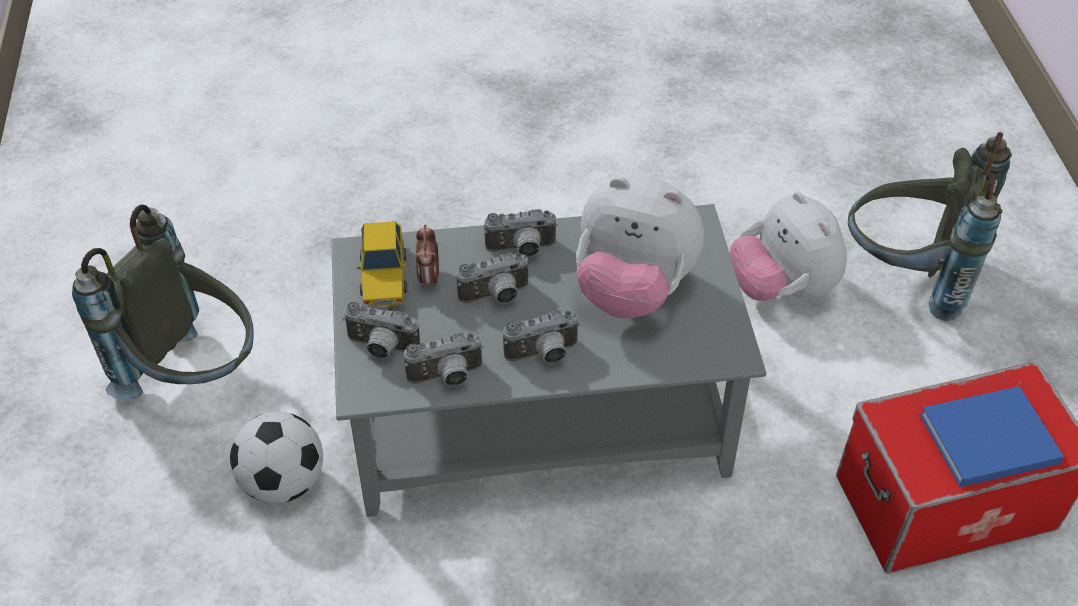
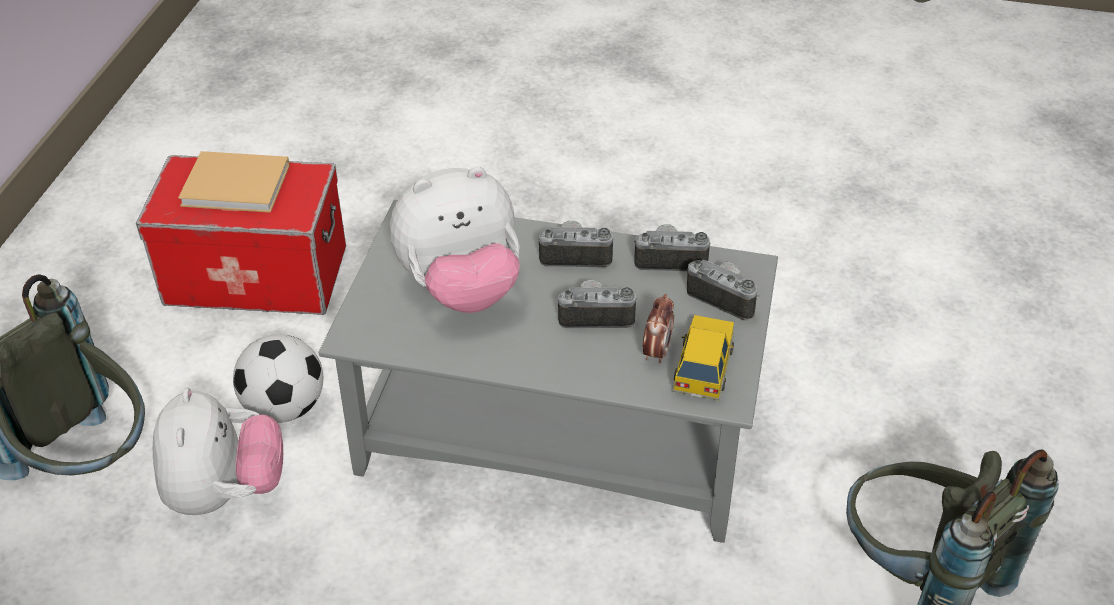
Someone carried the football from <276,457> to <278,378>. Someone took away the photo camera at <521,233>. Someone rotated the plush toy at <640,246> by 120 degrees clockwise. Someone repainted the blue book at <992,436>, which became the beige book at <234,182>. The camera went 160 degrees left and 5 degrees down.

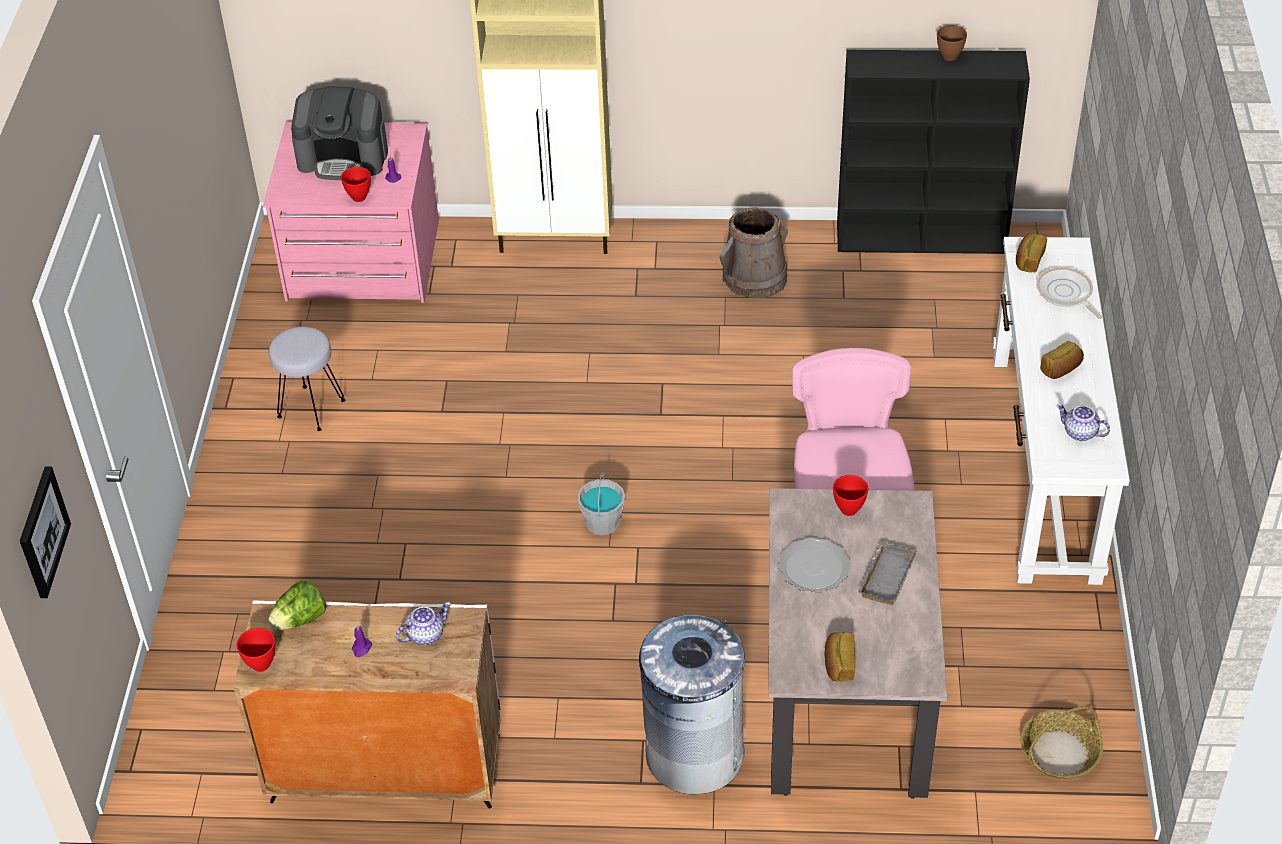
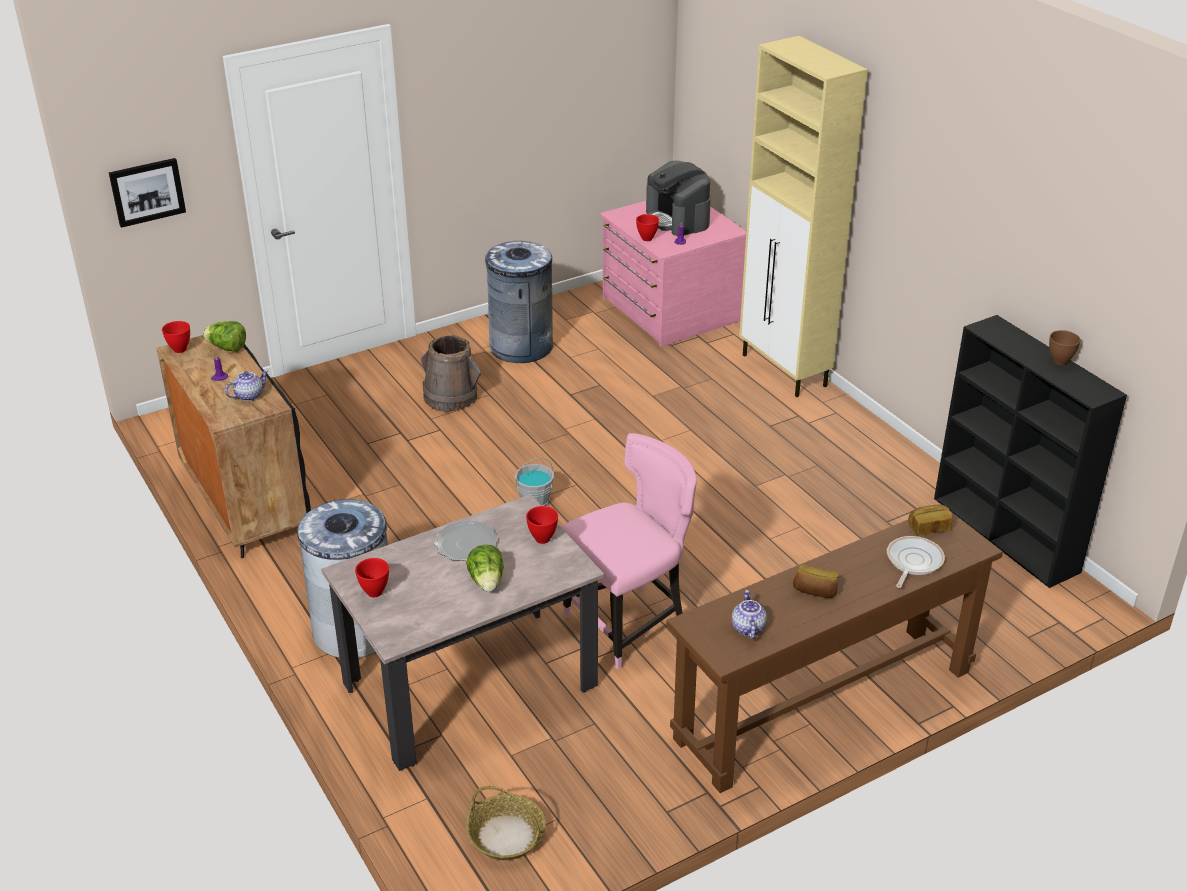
Someone repainted the white cabinet at <367,704>, which became the black cabinet at <233,446>. Someone swapped the grey stool at <307,379> for the grey trash can at <518,302>. Someone rotated the teapot at <423,623> by 60 degrees counterclockwise. Someone carried the brown bucket from <754,252> to <451,373>. Someone swapped the bread at <840,657> for the red bowl at <372,577>. Someone swapped the grey tray at <887,573> for the lettuce at <485,568>. Someone repainted the white console table at <1061,411>, which became the brown console table at <834,653>. The camera went 55 degrees right and 10 degrees down.

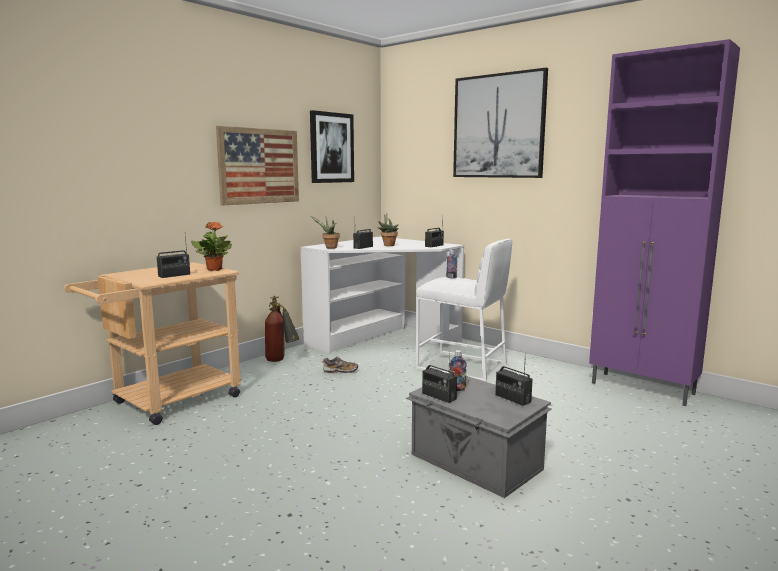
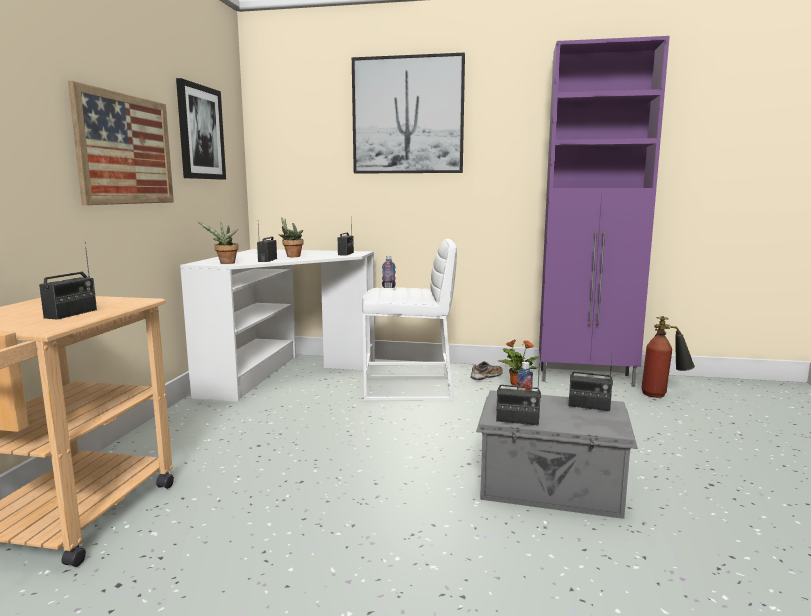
Someone carried the potted plant from <211,246> to <519,362>. Someone carried the fire extinguisher from <282,329> to <668,357>. Someone carried the shoe from <340,364> to <486,370>. The camera went 30 degrees left and 0 degrees up.

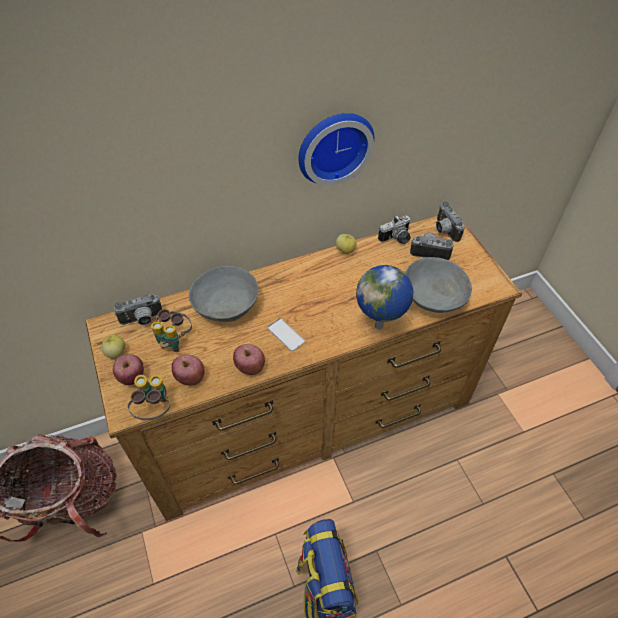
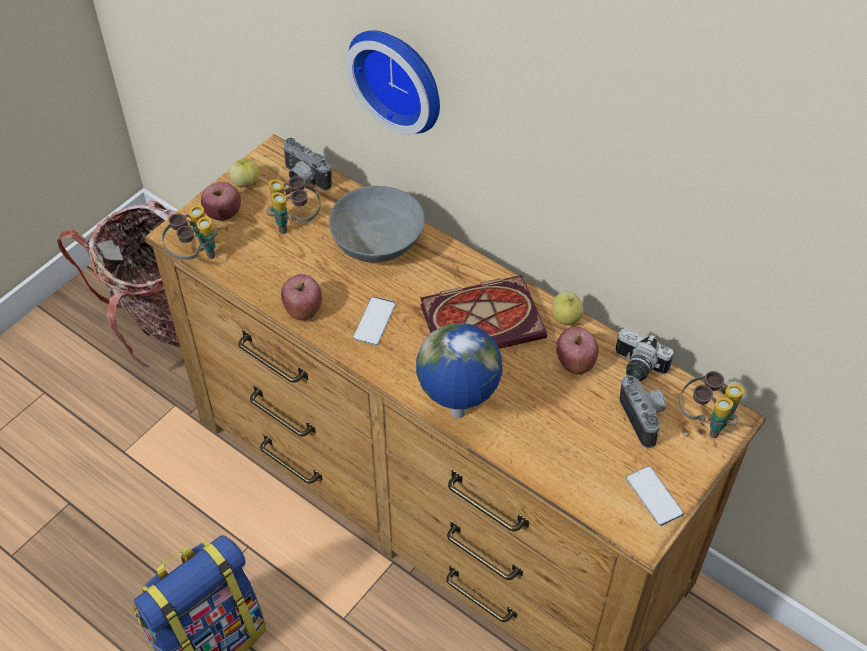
Someone carried the apple from <188,370> to <577,350>. Someone carried the wall clock from <336,149> to <393,82>. Someone took away the grey bowl at <438,285>. Someone swapped the photo camera at <450,221> for the binoculars at <711,404>. Someone put down the book at <483,312>. Someone put down the phone at <655,496>. The camera went 60 degrees right and 0 degrees up.

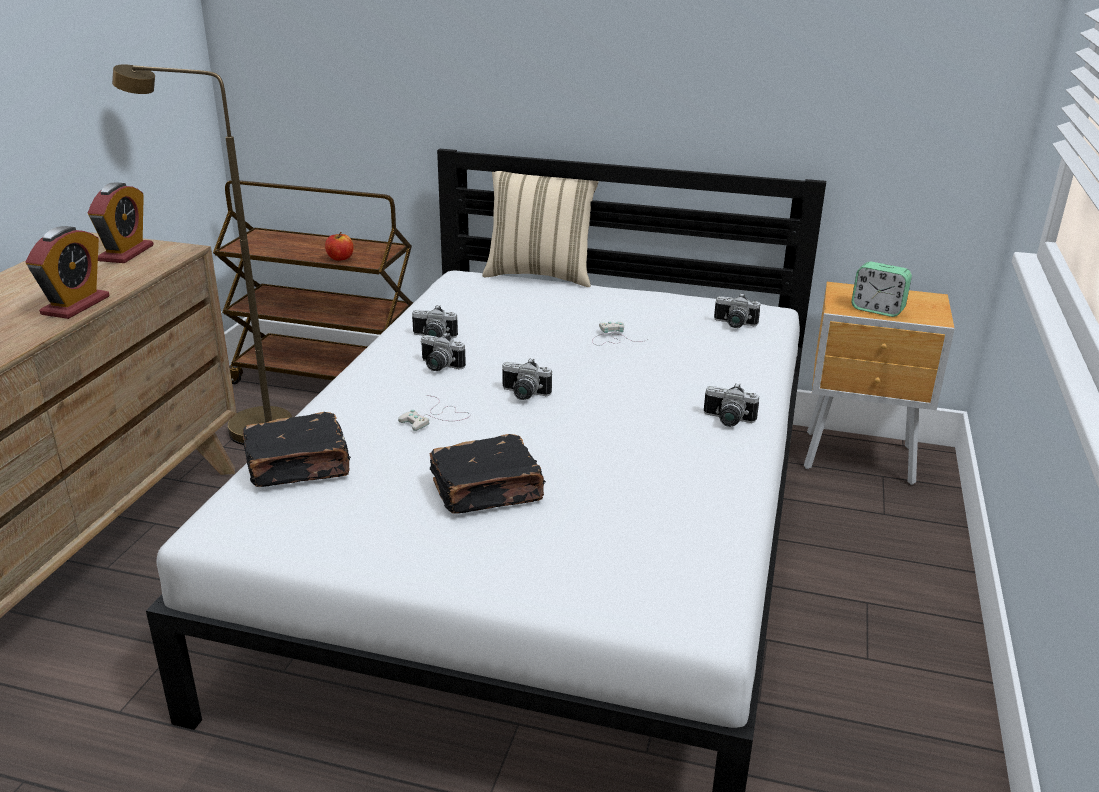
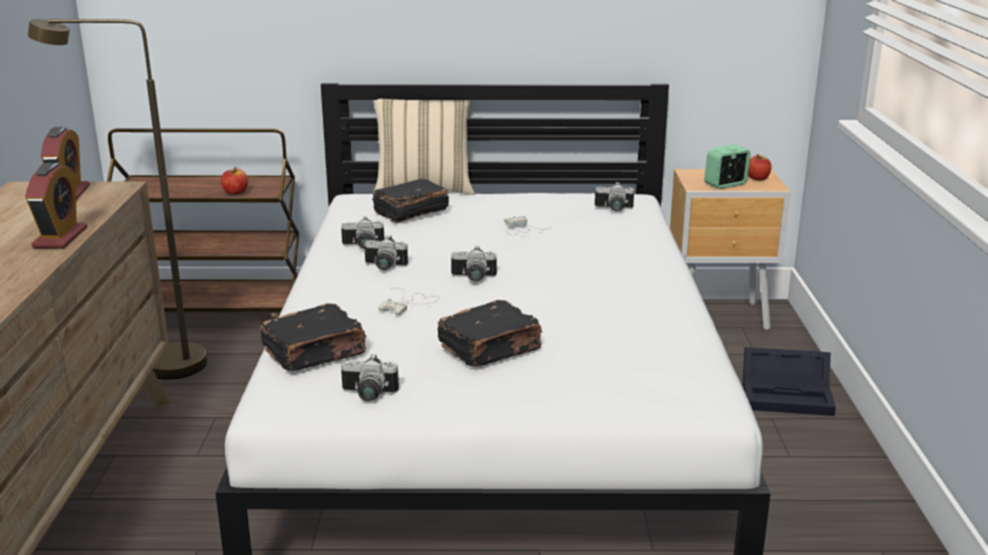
Someone carried the photo camera from <731,405> to <370,378>. Someone rotated the alarm clock at <881,289> by 135 degrees clockwise. Someone put down the black book at <410,201>. Someone put down the black storage box at <789,381>. Someone put down the apple at <760,167>. The camera went 15 degrees left and 5 degrees down.

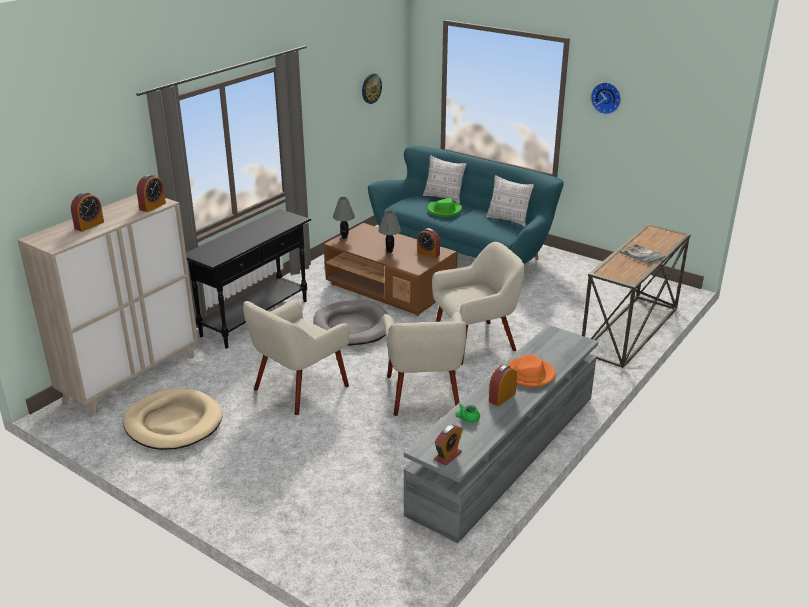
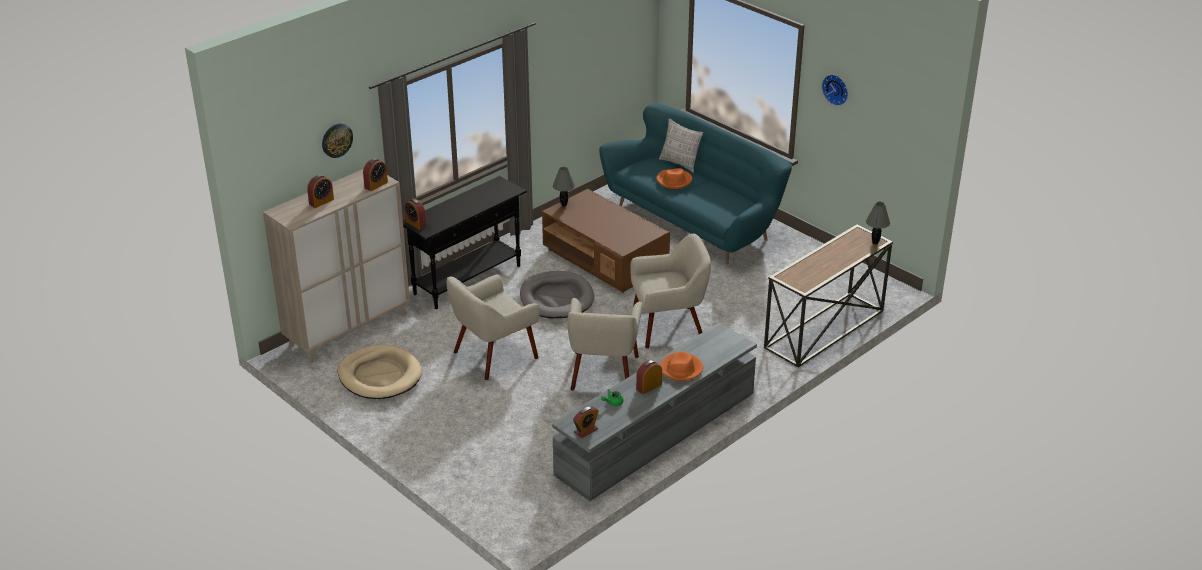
Someone carried the wall clock from <372,88> to <337,141>. Someone carried the grey table lamp from <389,231> to <878,223>. Someone carried the alarm clock from <428,243> to <415,214>. Someone repainted the green hat at <445,207>, which became the orange hat at <674,178>. Someone took away the pillow at <510,201>. Someone took away the book at <642,254>. The camera went 10 degrees right and 5 degrees up.

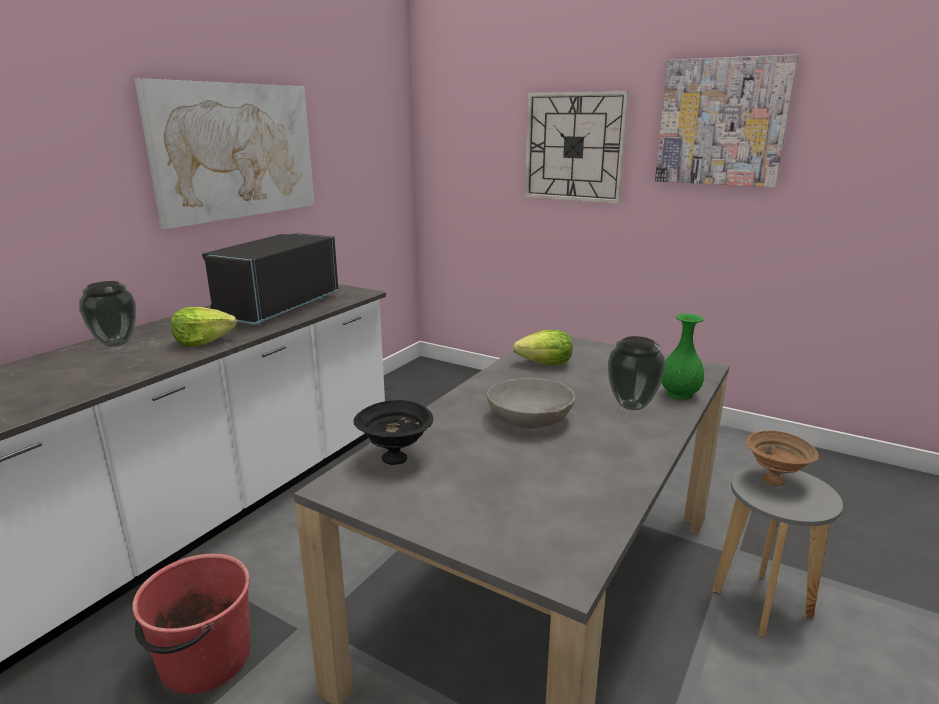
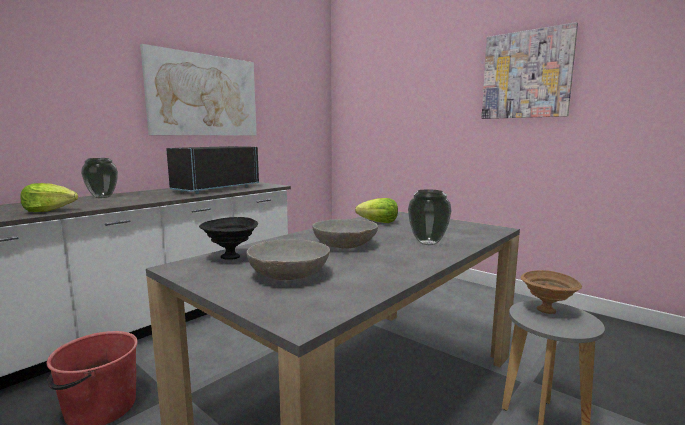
Someone carried the lettuce from <204,327> to <49,197>. Someone took away the wall clock at <577,147>. Someone took away the green vase at <682,357>. Someone put down the grey bowl at <288,259>. The camera went 10 degrees right and 10 degrees down.

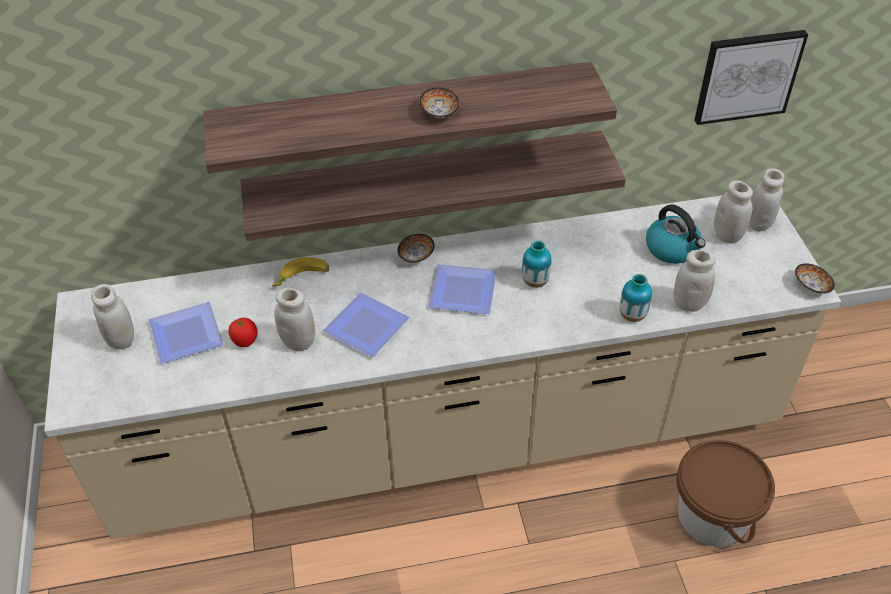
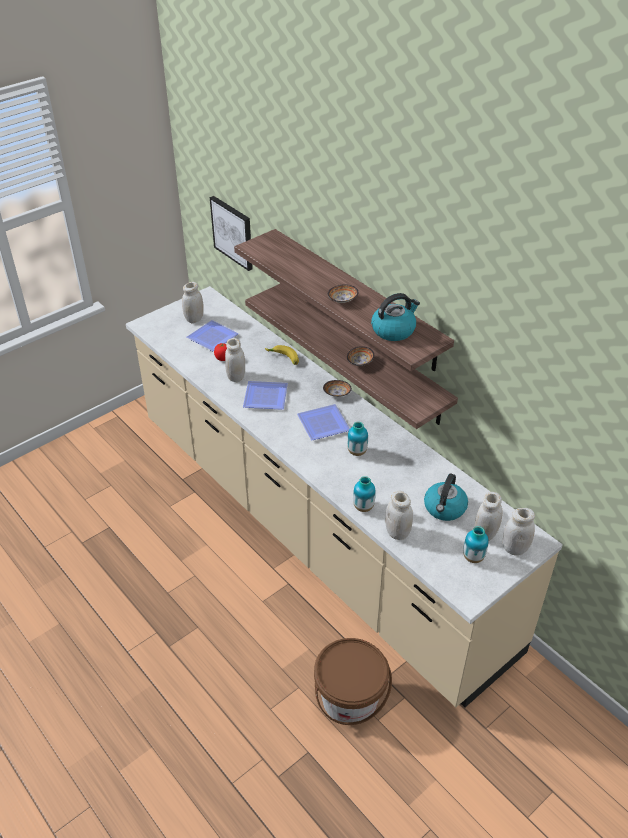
Someone carried the picture from <751,77> to <231,233>. Someone carried the bowl from <815,278> to <360,356>. Someone put down the kettle at <395,317>. Someone put down the vase at <476,544>. The camera went 60 degrees right and 5 degrees down.

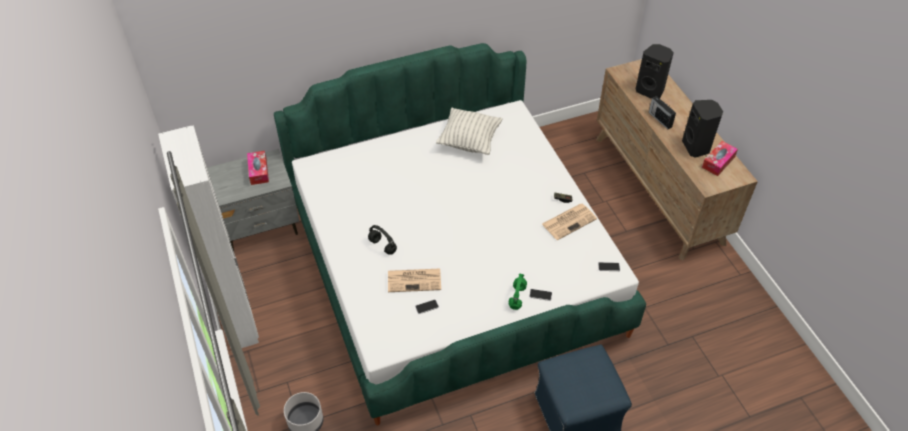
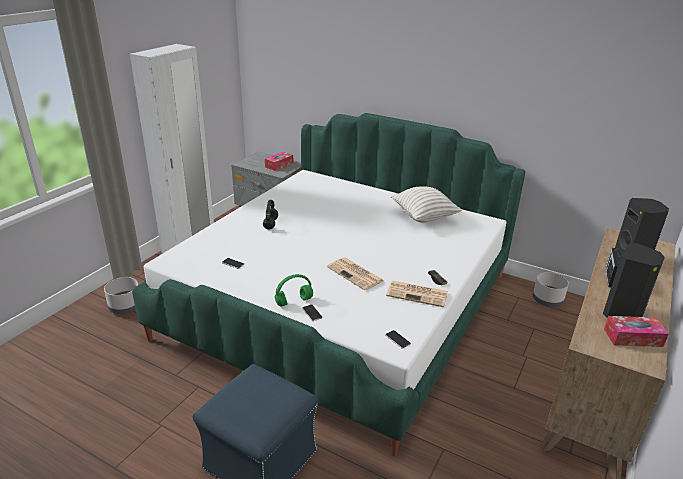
Someone carried the newspaper from <414,280> to <355,273>. Someone put down the grey planter at <551,289>. The camera went 50 degrees right and 20 degrees down.

